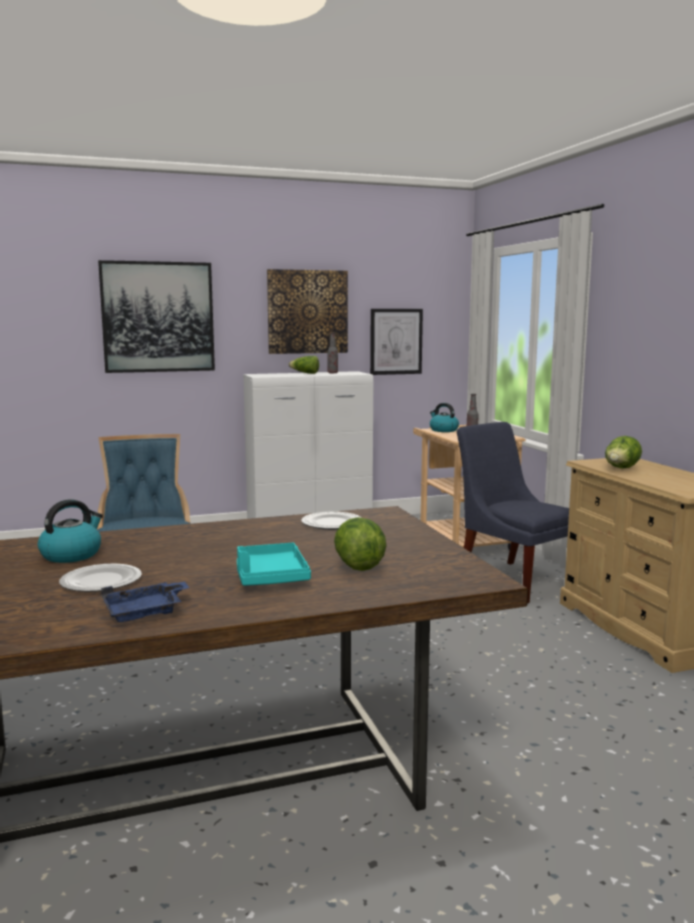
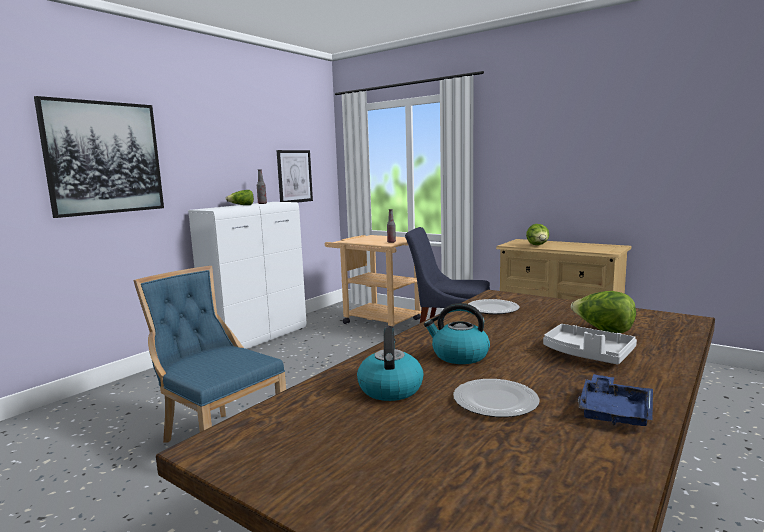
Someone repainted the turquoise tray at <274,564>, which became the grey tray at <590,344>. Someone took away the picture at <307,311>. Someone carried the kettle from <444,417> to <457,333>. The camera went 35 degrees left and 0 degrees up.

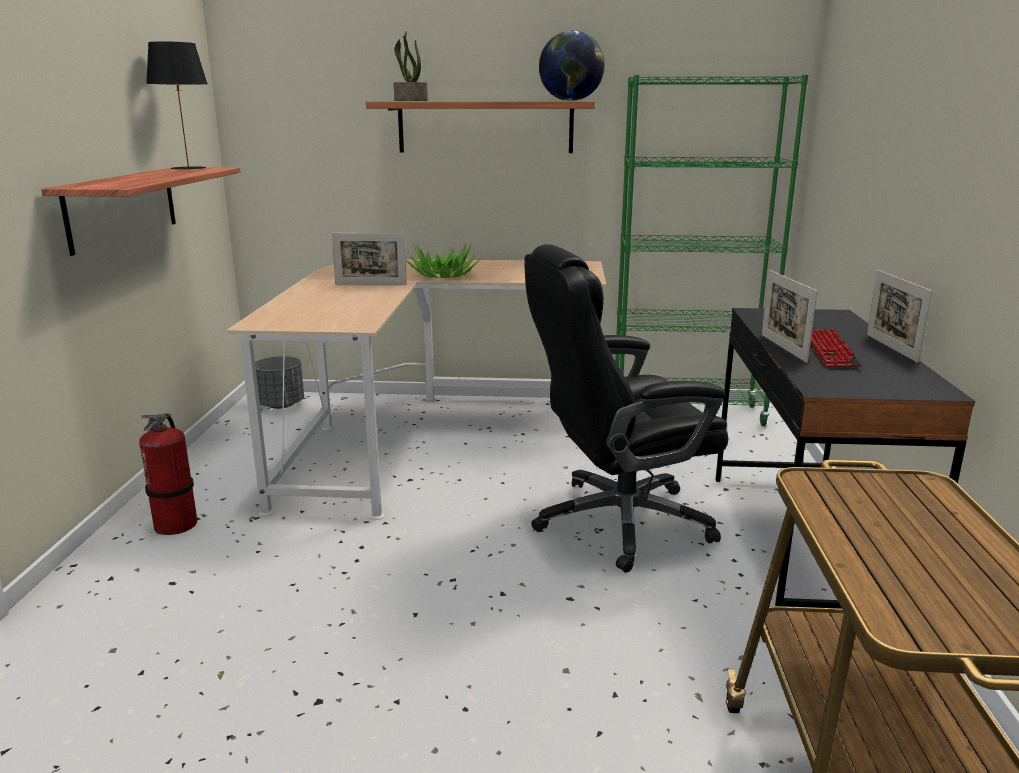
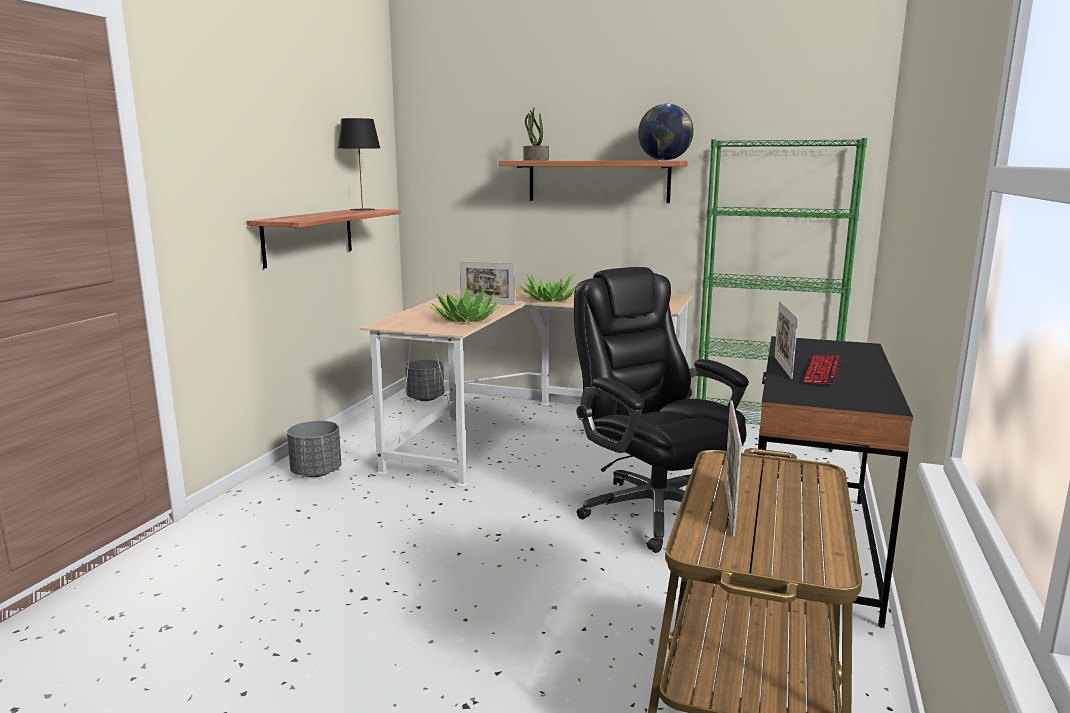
Someone swapped the fire extinguisher at <168,474> for the grey planter at <314,449>. Someone rotated the black office chair at <626,408> by 60 degrees clockwise. Someone carried the picture frame from <899,316> to <733,468>. Someone put down the potted plant at <464,304>. The camera went 15 degrees right and 5 degrees down.

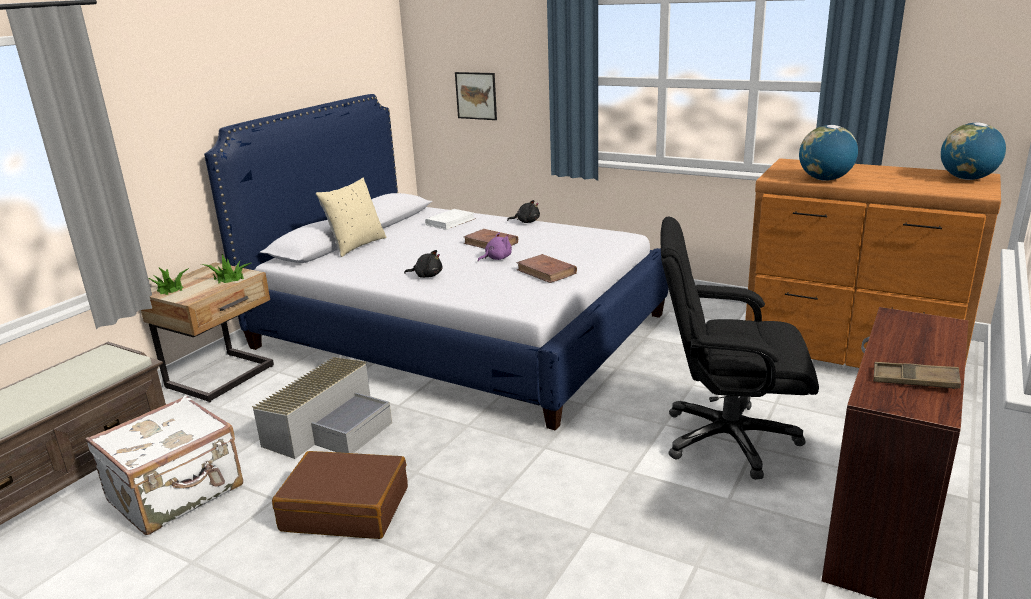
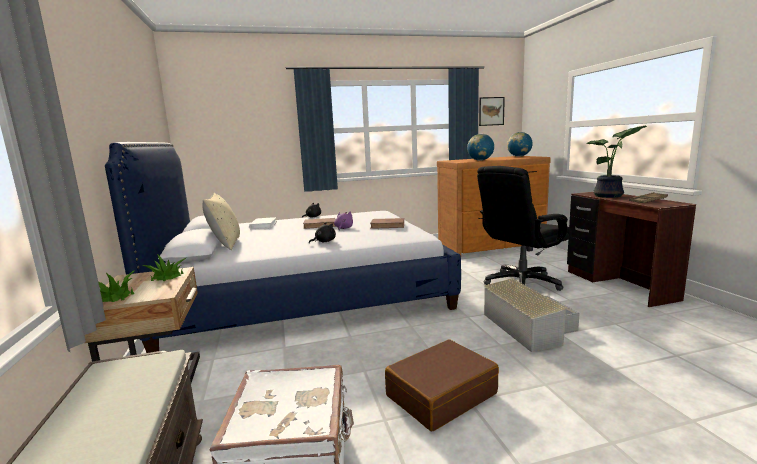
Someone carried the grey storage box from <322,408> to <532,315>. Someone carried the picture from <476,96> to <492,111>. Someone put down the potted plant at <616,162>. The camera went 45 degrees left and 10 degrees down.

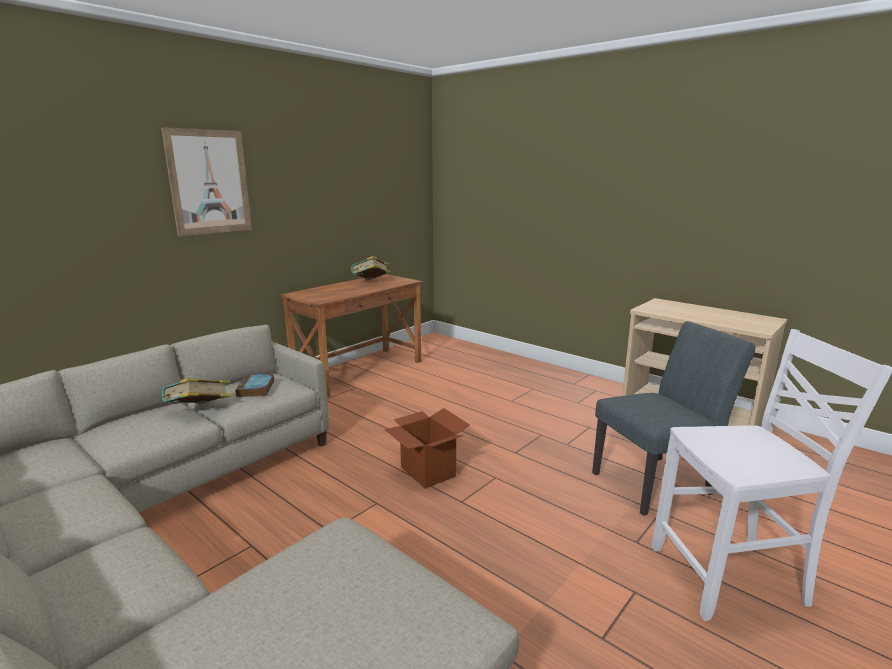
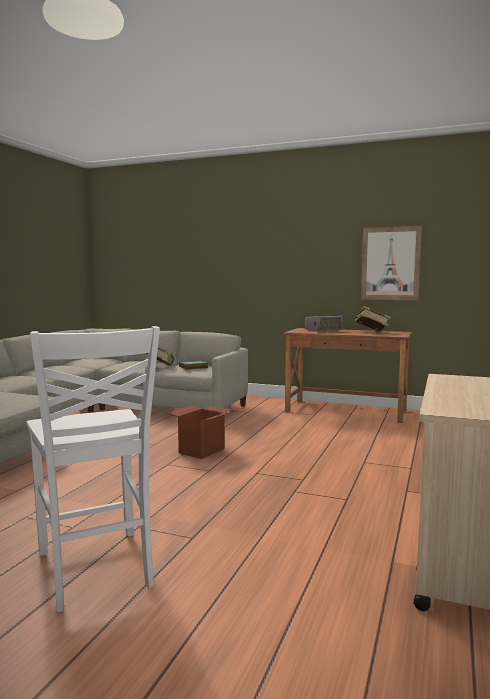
Someone carried the picture from <206,181> to <391,263>. Someone took away the grey chair at <674,418>. Someone put down the radio at <324,323>. The camera went 70 degrees right and 10 degrees down.

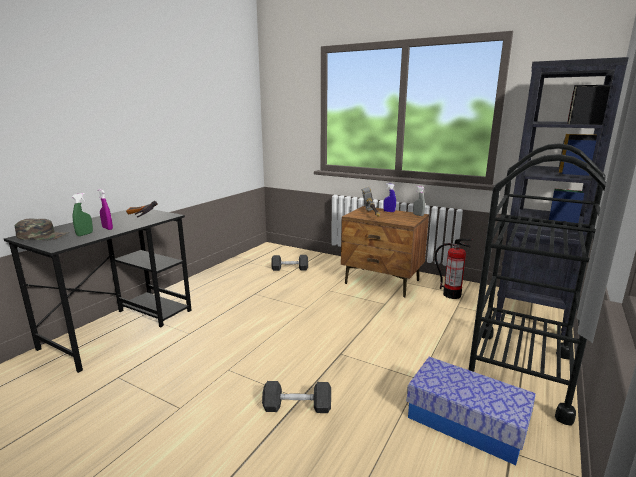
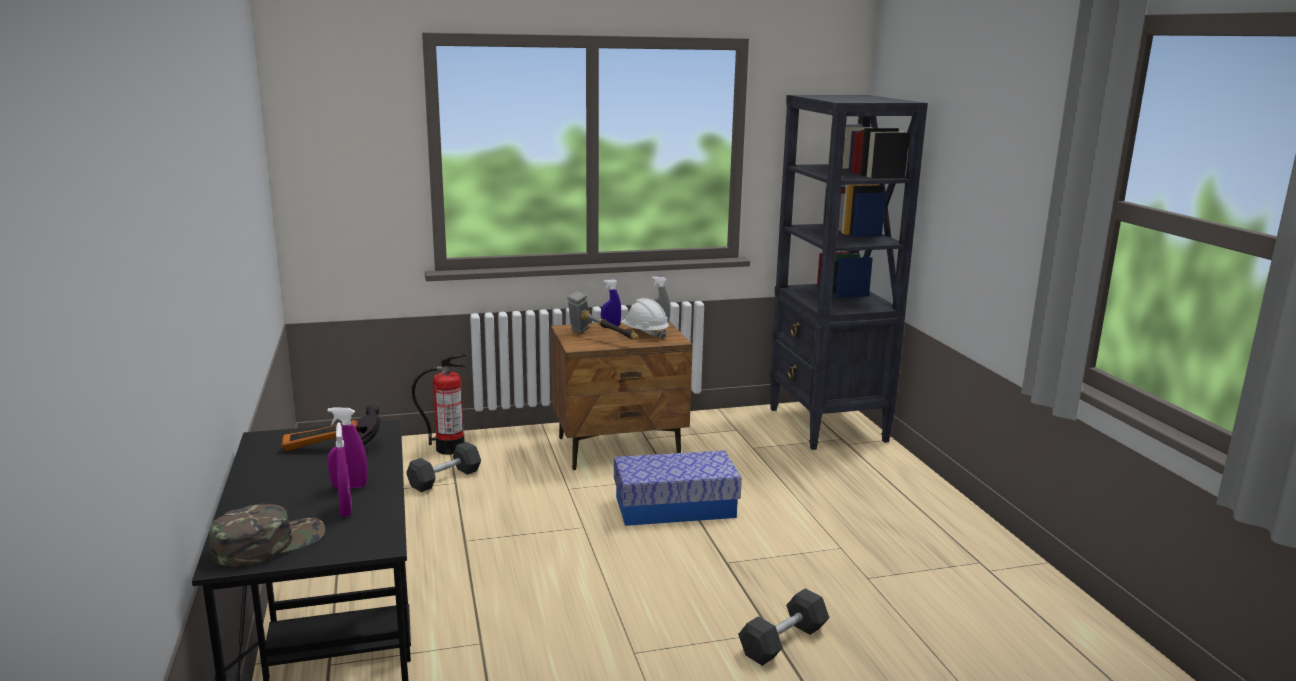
Someone repainted the green spray bottle at <82,214>, which became the purple spray bottle at <344,469>. Someone carried the storage box from <471,411> to <678,488>. Someone carried the fire extinguisher from <454,268> to <439,404>. Someone took away the black cart at <537,284>. Someone put down the white hard hat at <645,318>. The camera went 45 degrees left and 0 degrees up.

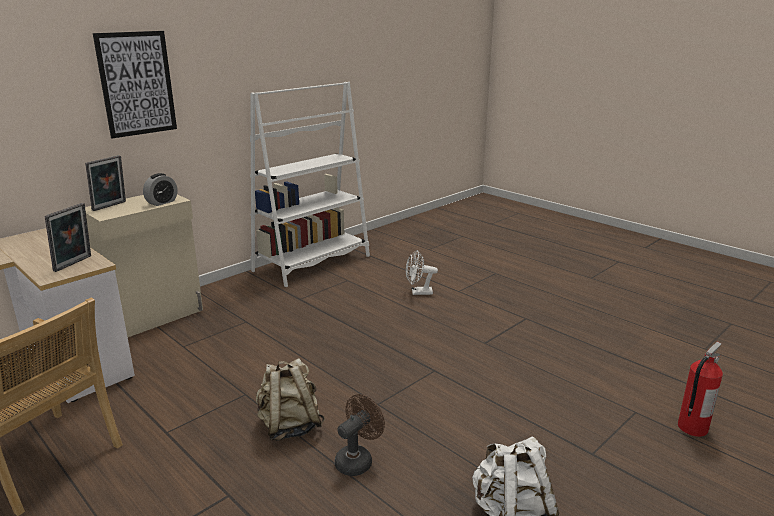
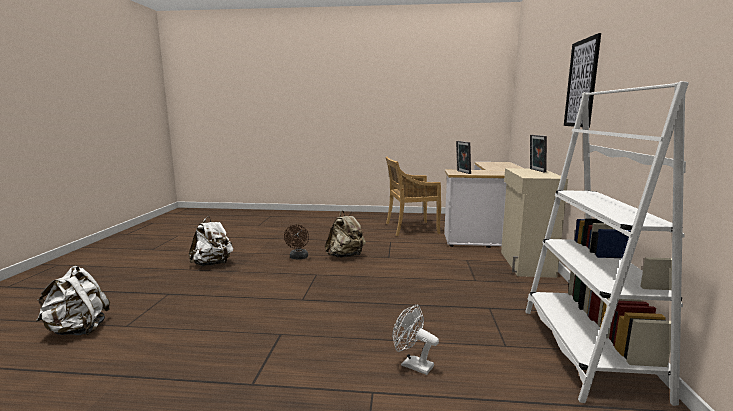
Someone took away the alarm clock at <160,189>. Someone rotated the white fan at <422,272> by 105 degrees counterclockwise. Someone swapped the fire extinguisher at <700,389> for the white backpack at <73,300>. The camera went 140 degrees right and 10 degrees down.

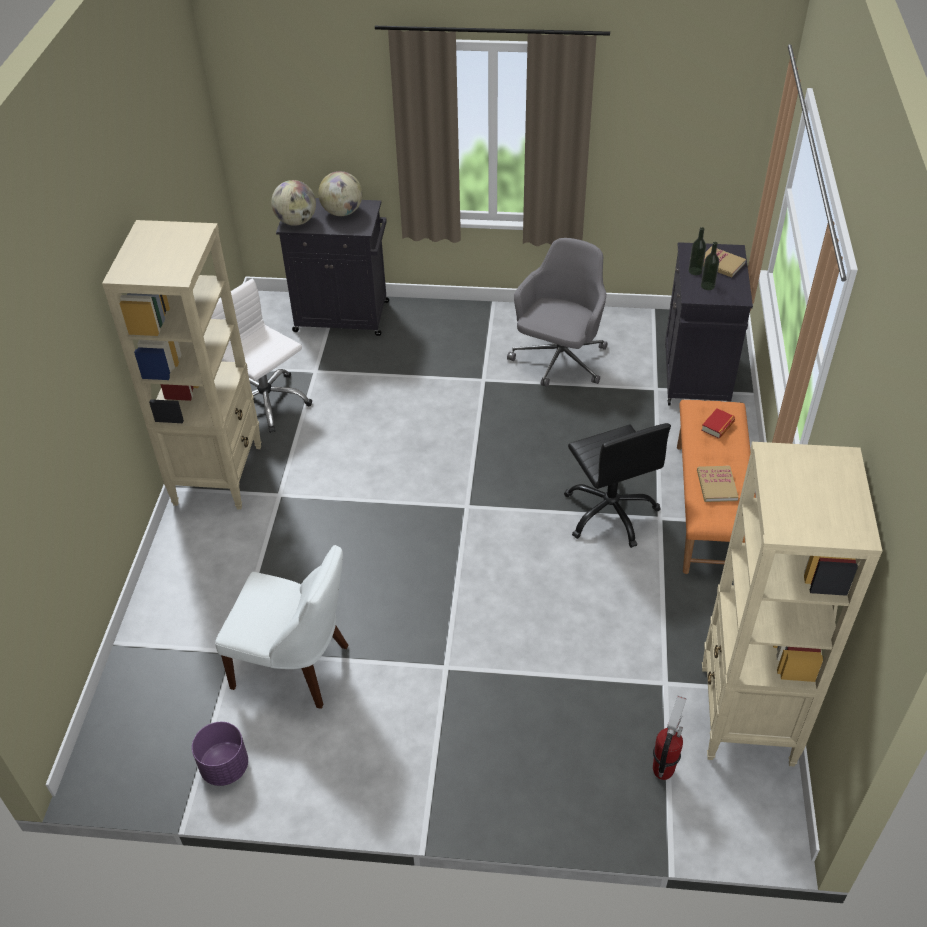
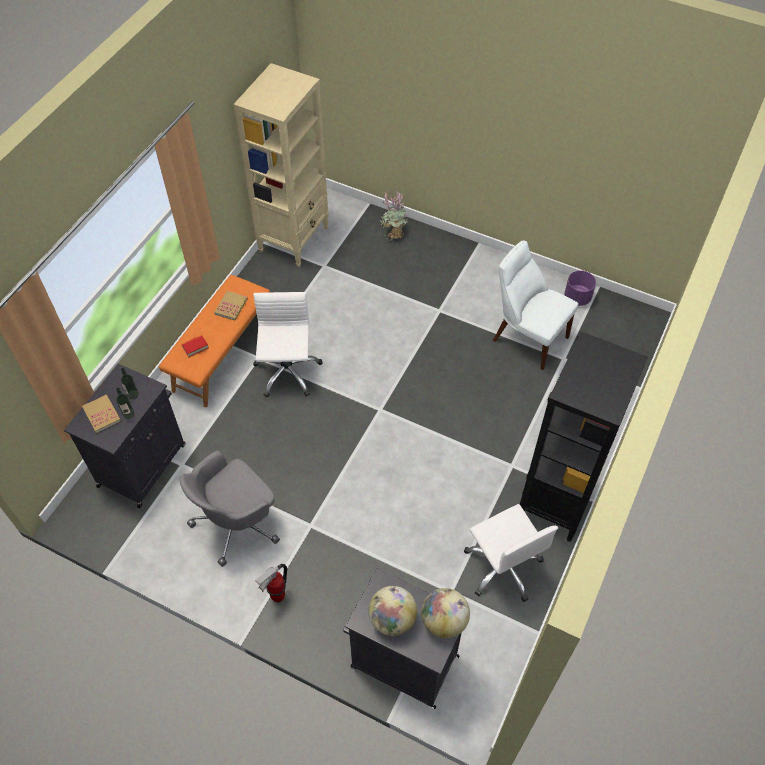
Someone repainted the beige bookcase at <181,365>, which became the black bookcase at <584,436>. Someone repainted the black office chair at <617,485>, which became the white office chair at <288,344>. Someone carried the fire extinguisher from <669,738> to <271,583>. Someone put down the potted plant at <394,215>. The camera went 160 degrees left and 10 degrees up.

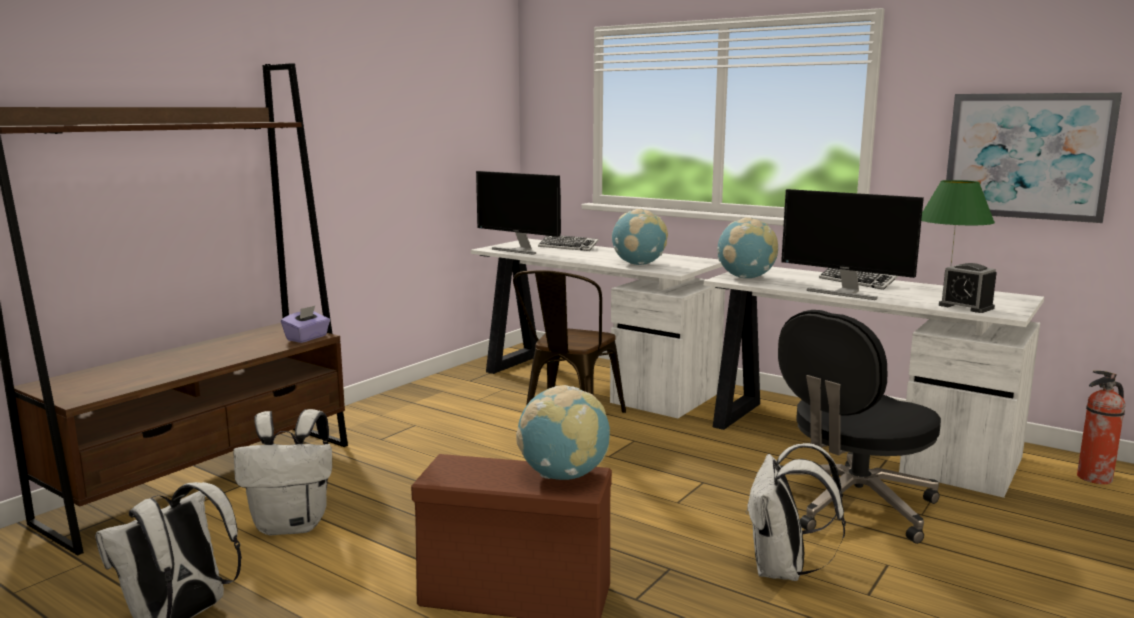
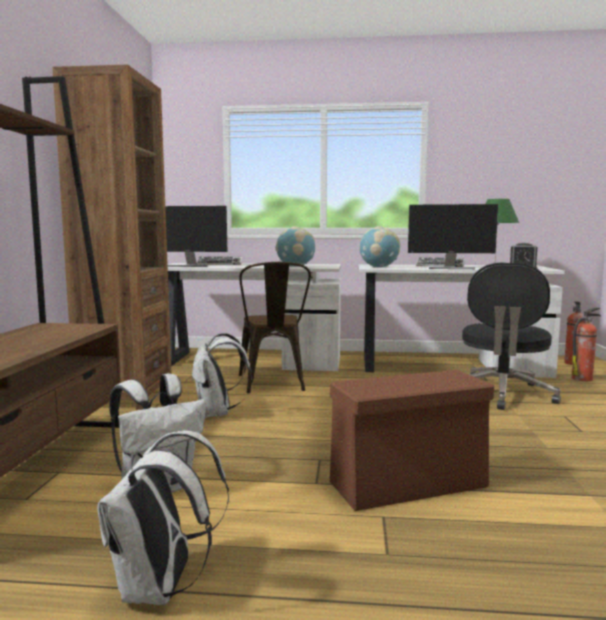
Someone took away the purple tissue box at <305,324>. Someone took away the globe at <563,432>. Someone carried the white backpack from <796,512> to <221,375>. Someone took away the picture at <1034,158>. Someone put down the brown bookcase at <112,237>. Someone put down the fire extinguisher at <586,344>. The camera went 30 degrees left and 5 degrees down.

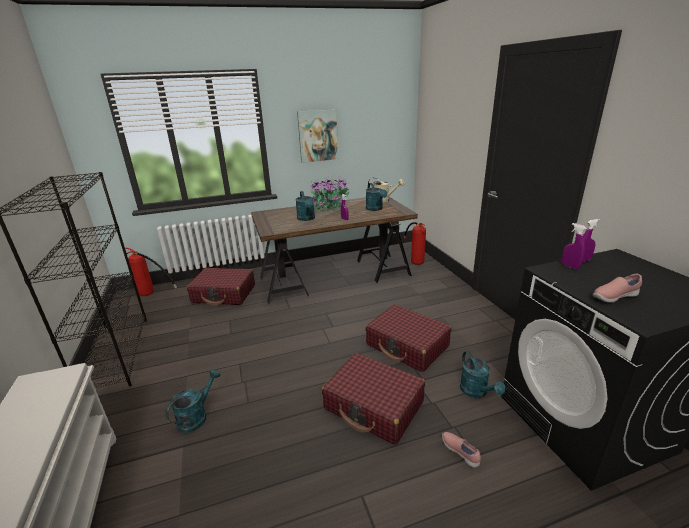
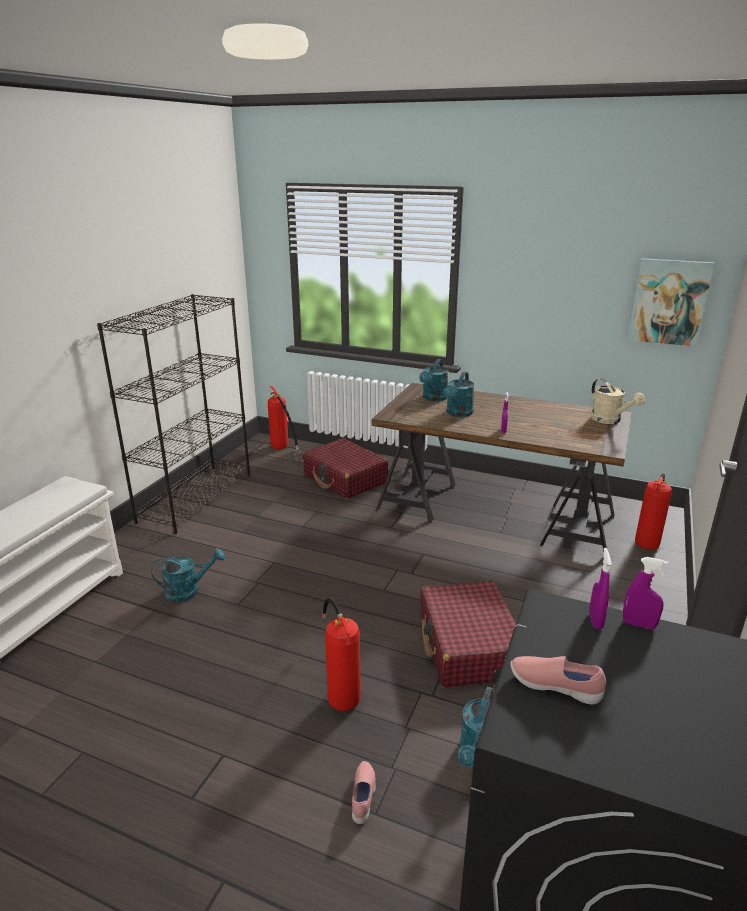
Someone carried the picture from <317,136> to <671,302>. Someone took away the potted plant at <330,194>. Someone swapped the red suitcase at <373,399> for the fire extinguisher at <341,654>. Someone carried the turquoise watering can from <376,197> to <434,380>. The camera went 40 degrees right and 0 degrees up.

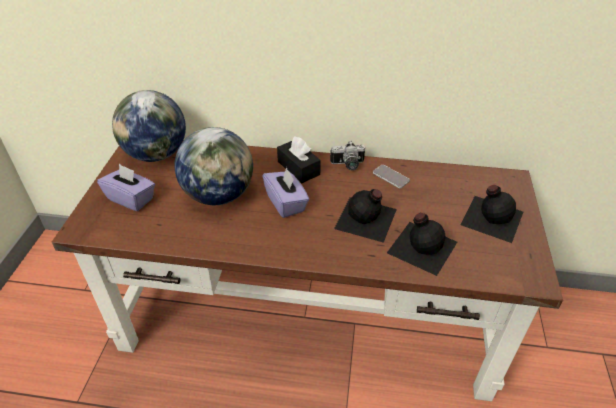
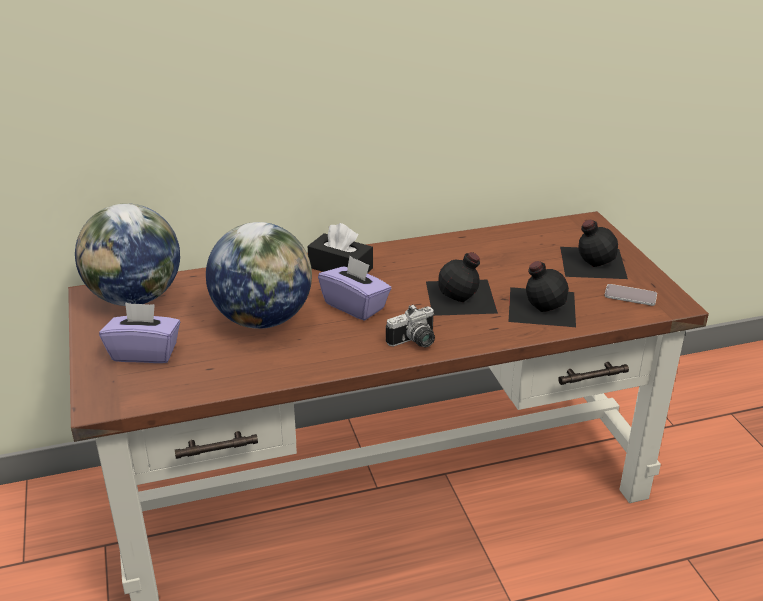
Someone carried the photo camera from <347,155> to <410,325>. Someone carried the phone from <391,176> to <630,295>. The camera went 25 degrees left and 10 degrees down.

